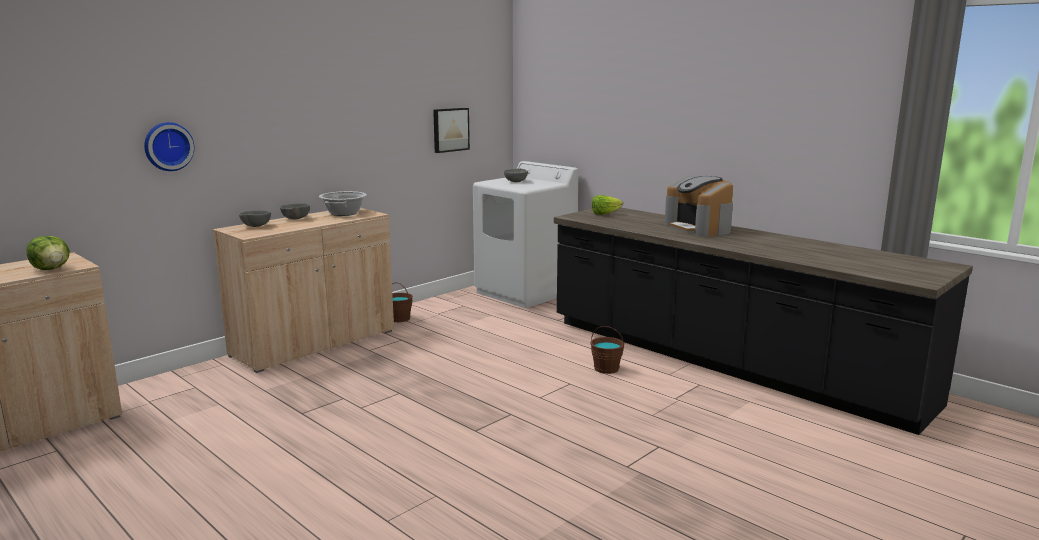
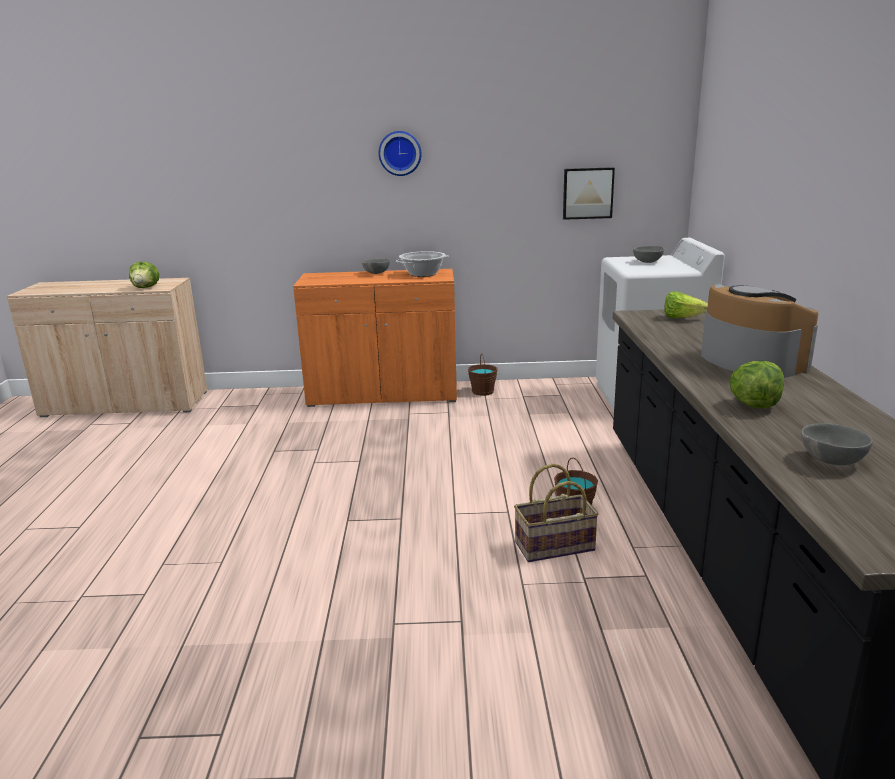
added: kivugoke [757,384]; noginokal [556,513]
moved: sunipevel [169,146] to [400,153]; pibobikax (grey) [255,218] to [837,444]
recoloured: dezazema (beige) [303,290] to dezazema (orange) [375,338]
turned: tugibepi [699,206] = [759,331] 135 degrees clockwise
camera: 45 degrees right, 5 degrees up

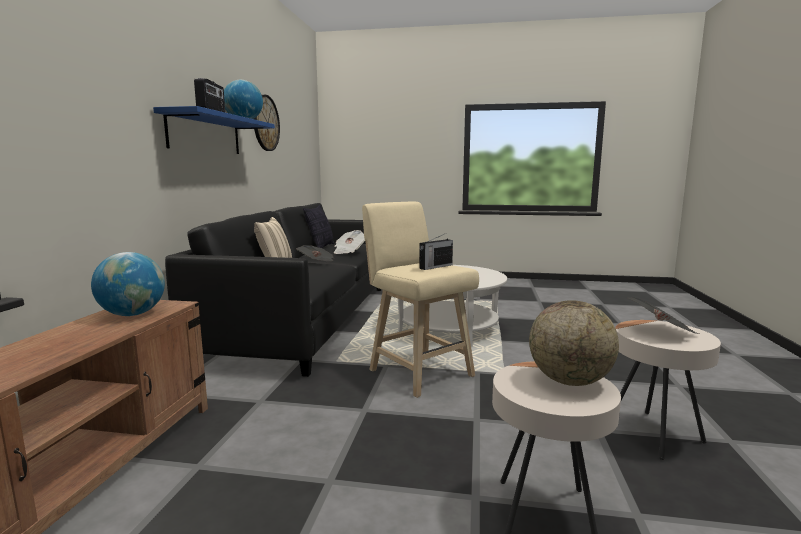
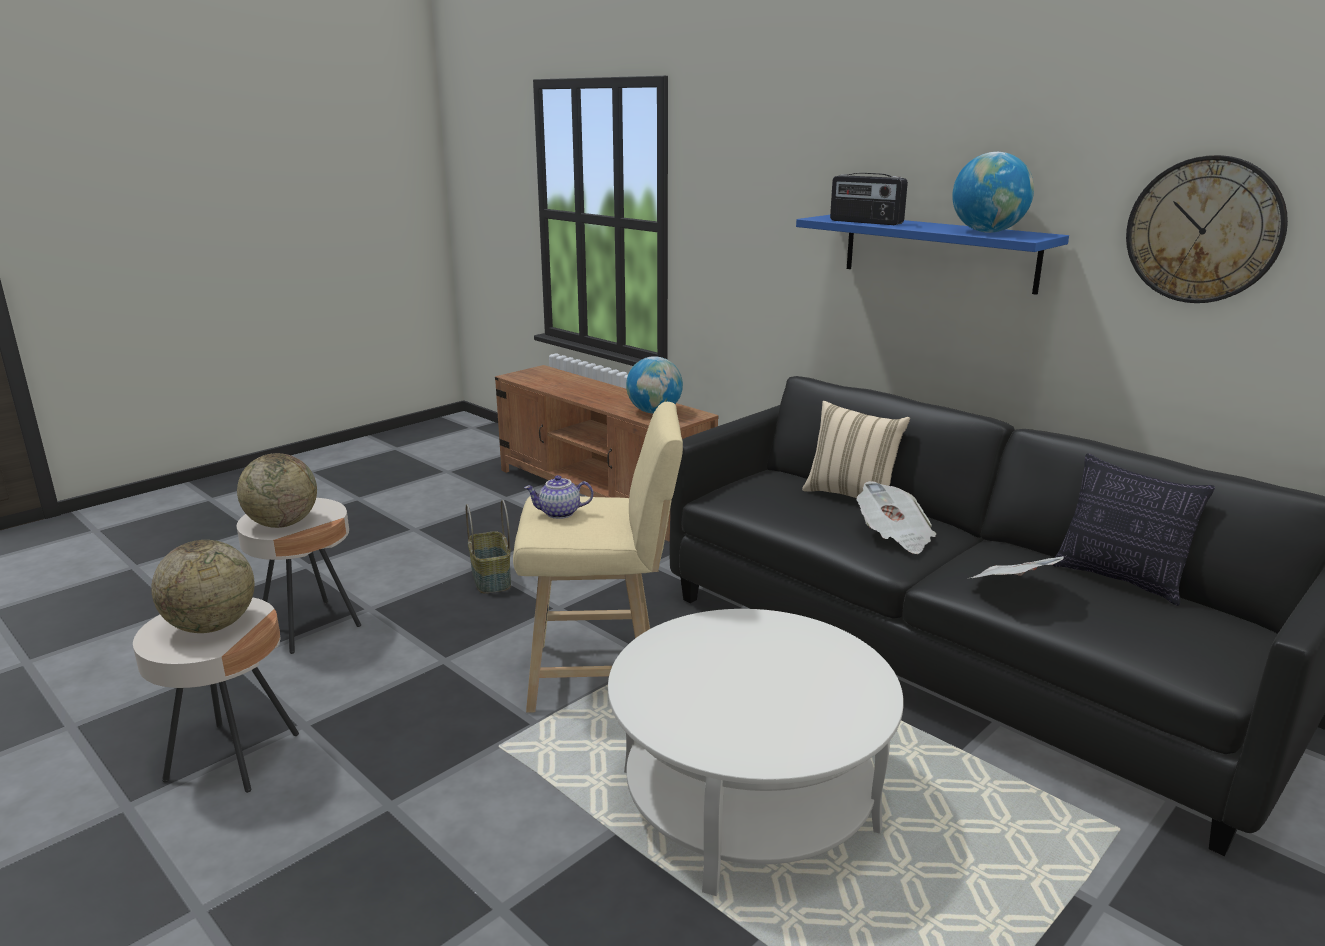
added: noginokal [488,547]
replaced: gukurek [436,251] to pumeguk [558,497]; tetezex [663,315] to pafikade [203,586]
camera: 125 degrees right, 10 degrees up

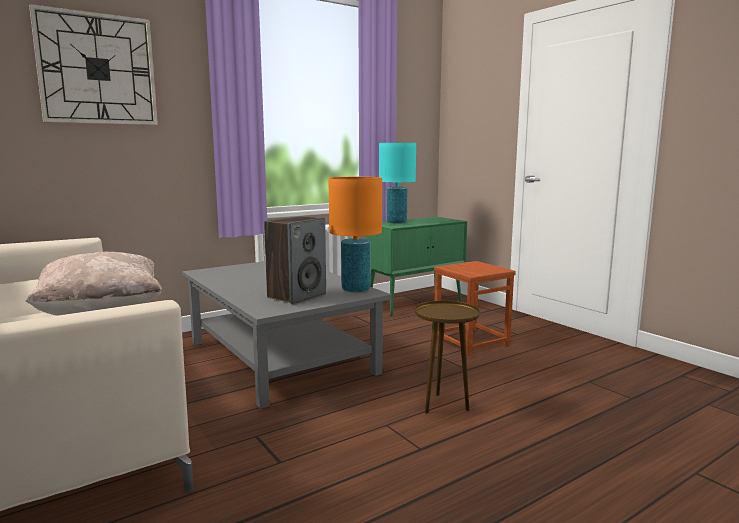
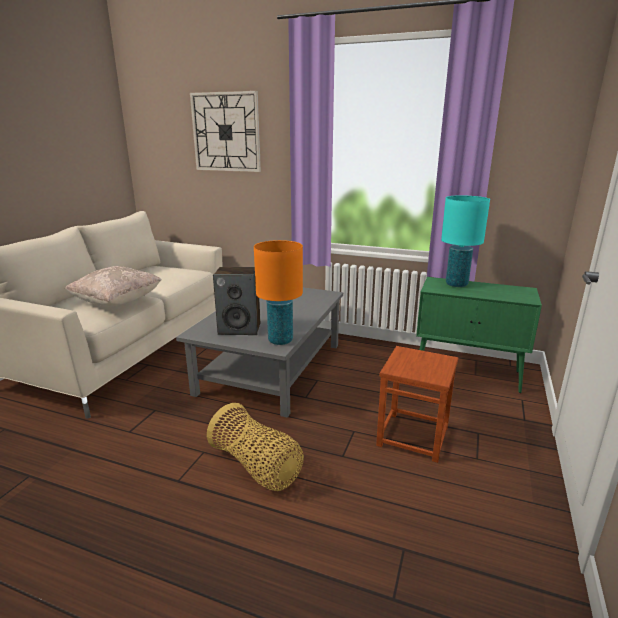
replaced: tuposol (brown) [447,357] to noginokal [255,447]
camera: 55 degrees right, 10 degrees up

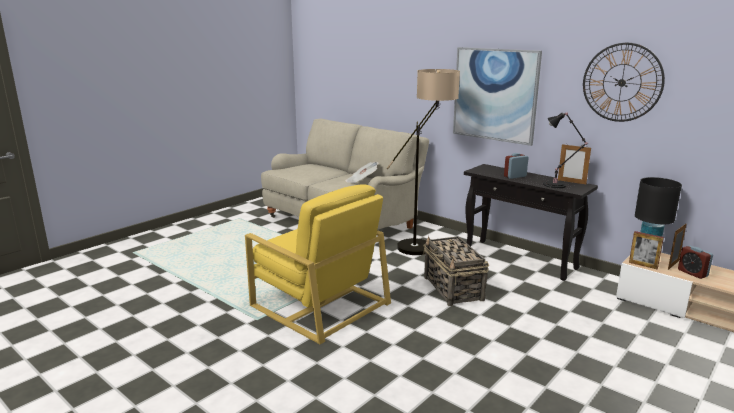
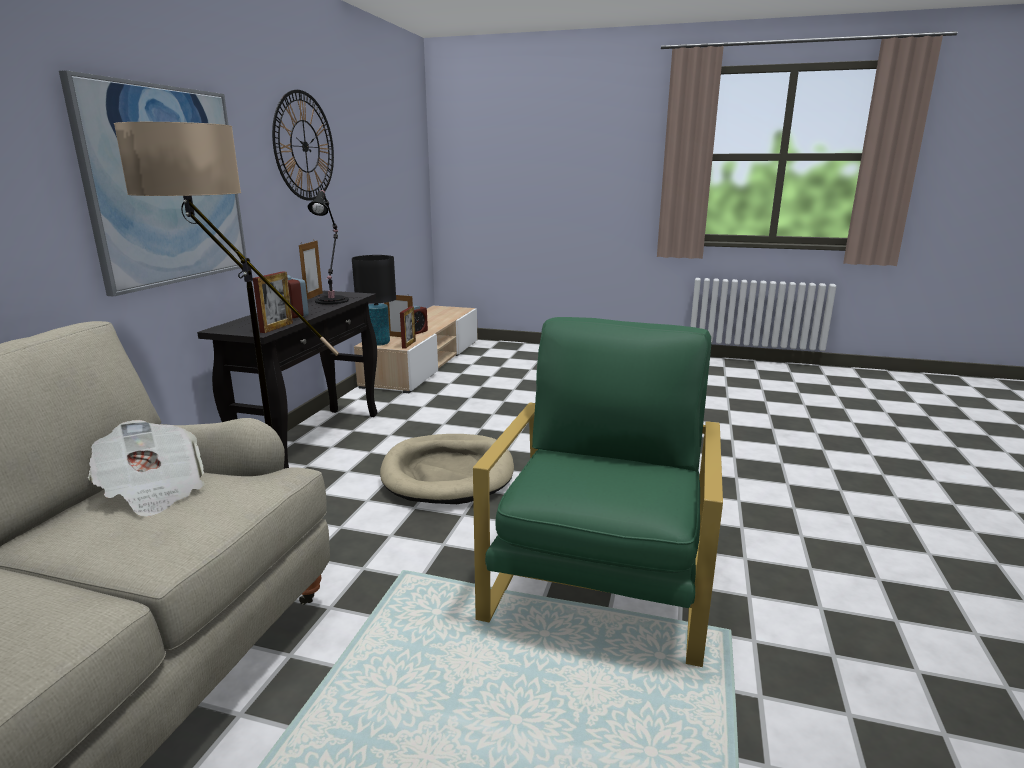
added: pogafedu [273,302]
replaced: noginokal [456,271] to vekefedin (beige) [447,469]
recoloured: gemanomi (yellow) [318,264] to gemanomi (green) [598,492]
camera: 115 degrees left, 0 degrees up

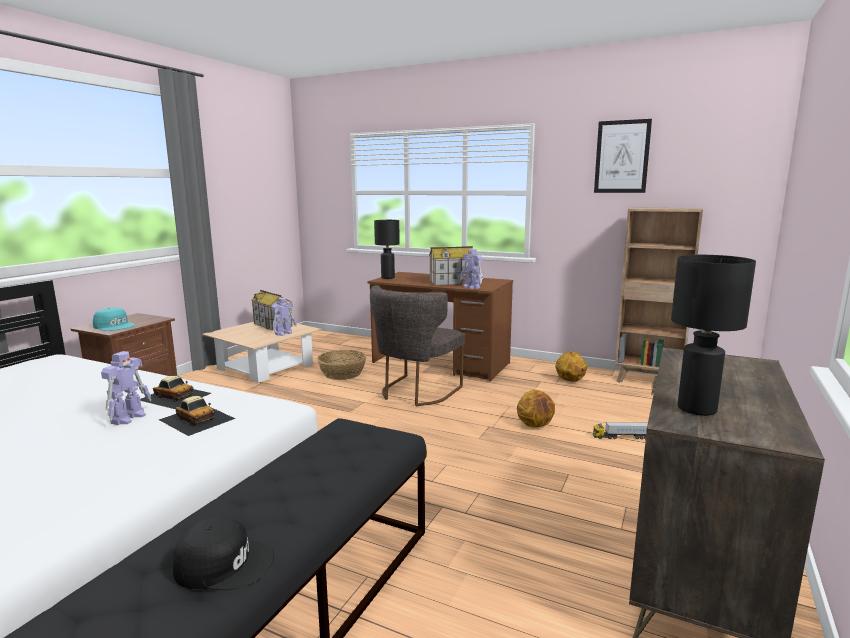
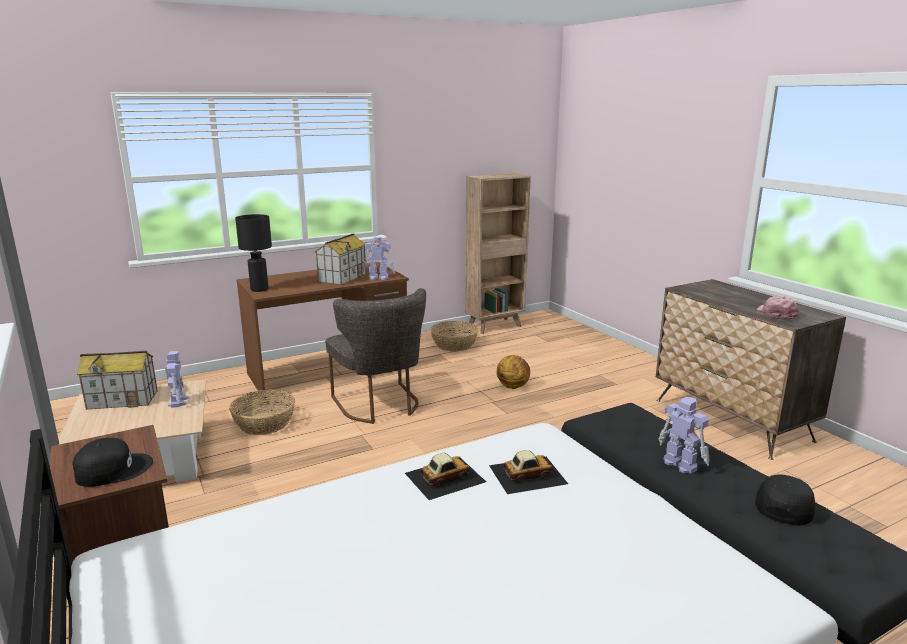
removed: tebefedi [623,156]; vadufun [620,430]
moved: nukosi [126,388] to [684,435]
replaced: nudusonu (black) [713,335] to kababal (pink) [778,307]; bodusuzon [571,366] to noginokal [454,336]
recoloured: kababal (turquoise) [114,319] to kababal (black) [113,462]
camera: 55 degrees left, 5 degrees up

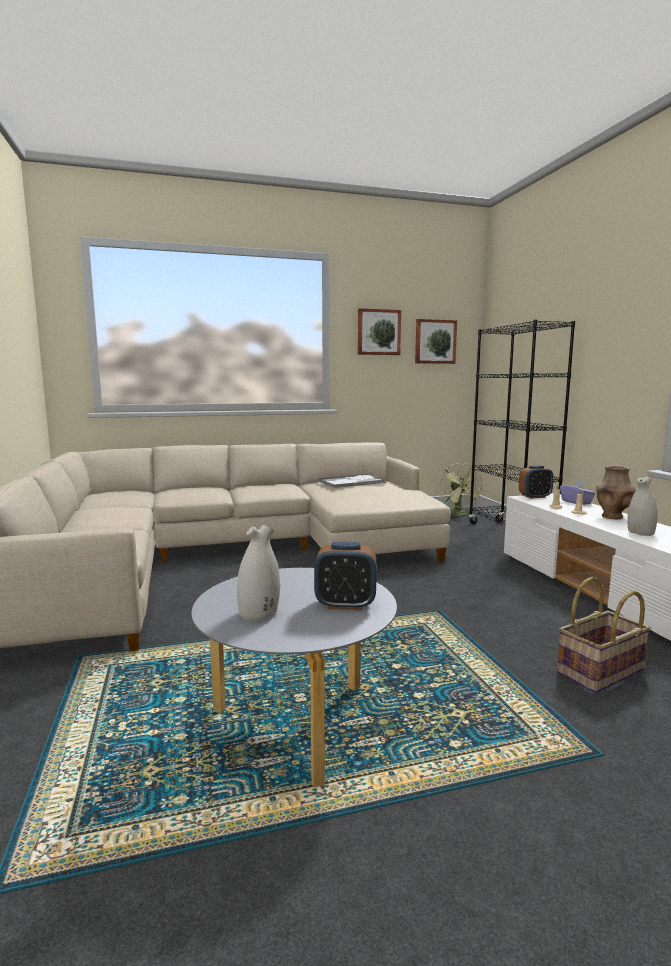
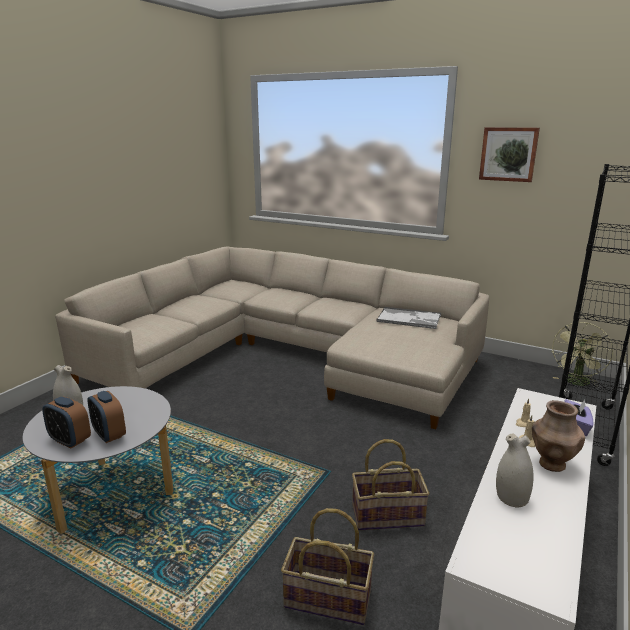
removed: tebefedi [436,341]
added: noginokal [390,484]
moved: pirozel [536,482] to [66,423]
camera: 45 degrees right, 10 degrees up

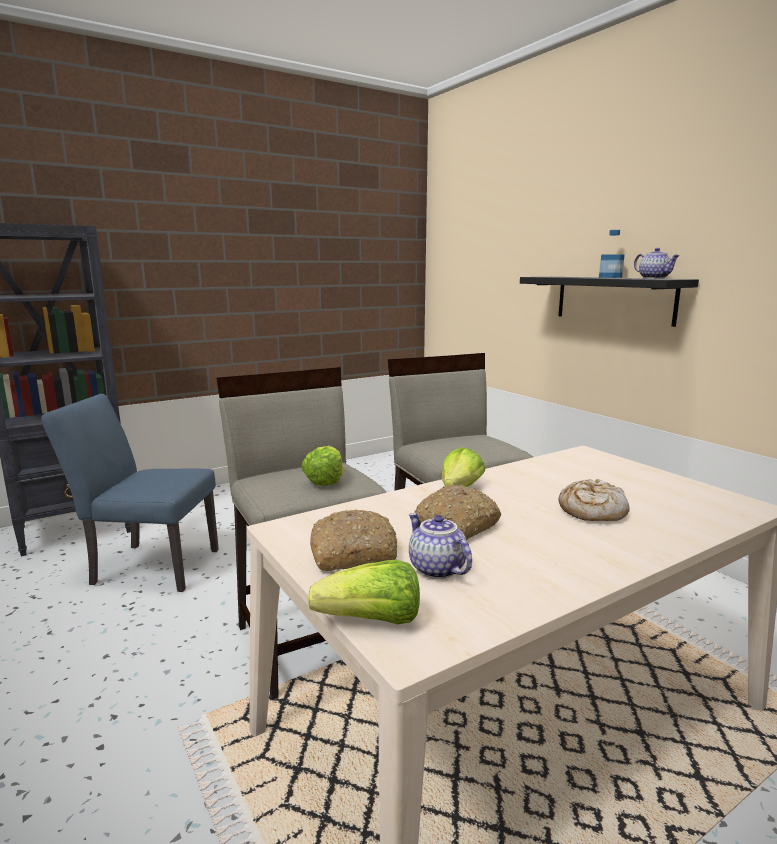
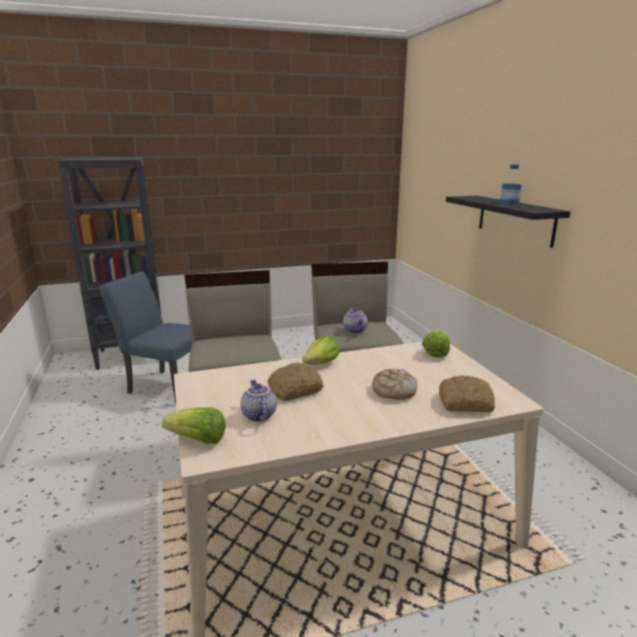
moved: pumeguk [657,263] to [355,320]; kivugoke [322,466] to [436,343]; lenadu [353,540] to [467,394]
camera: 15 degrees right, 5 degrees up

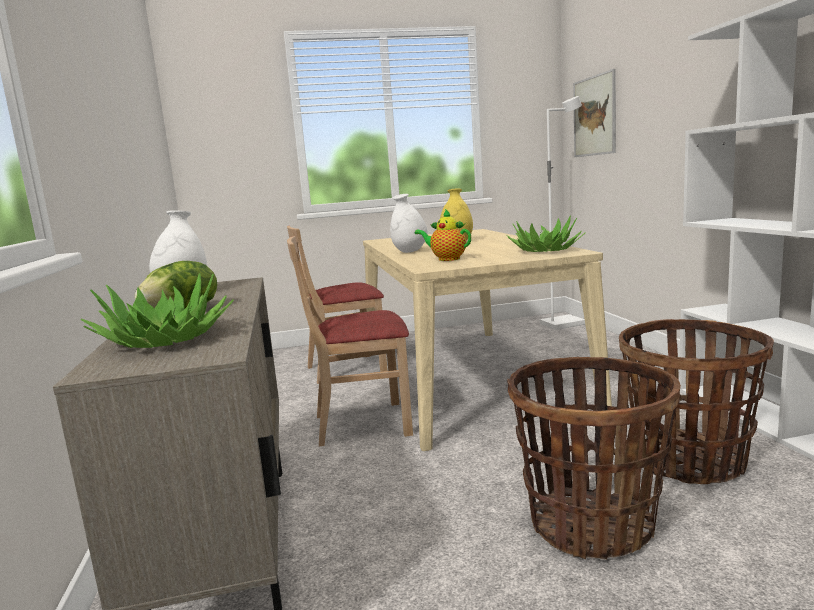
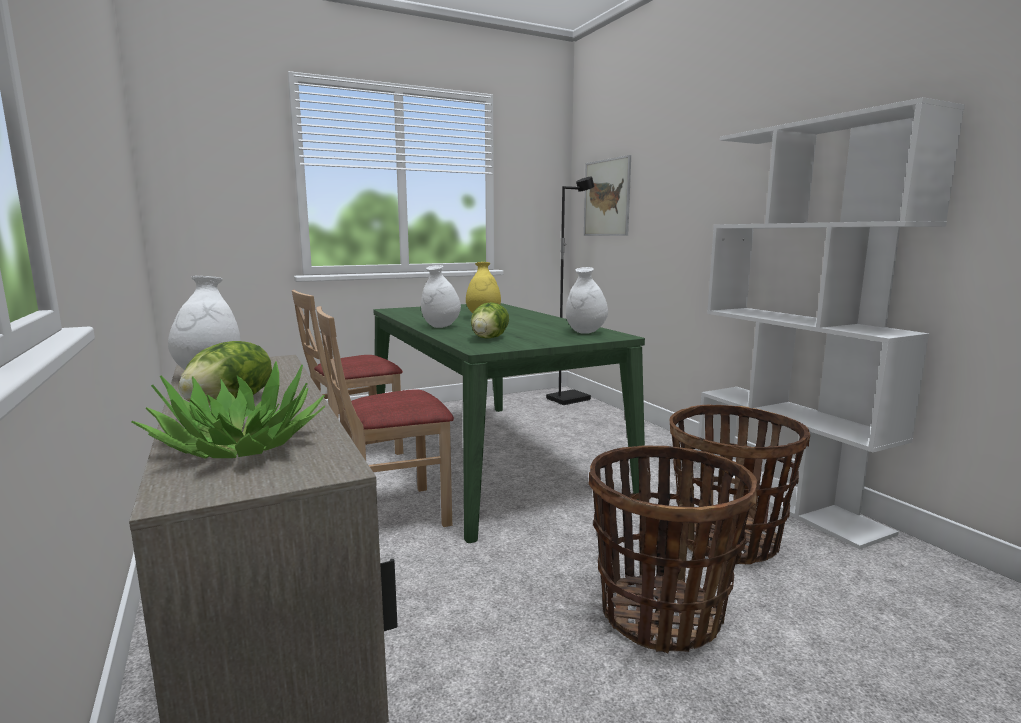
replaced: pumeguk [443,235] to kivugoke [490,320]; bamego [546,233] to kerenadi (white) [587,300]
recoloured: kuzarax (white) [562,213] to kuzarax (black) [570,291]; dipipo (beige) [487,340] to dipipo (green) [509,423]
camera: 15 degrees left, 0 degrees up

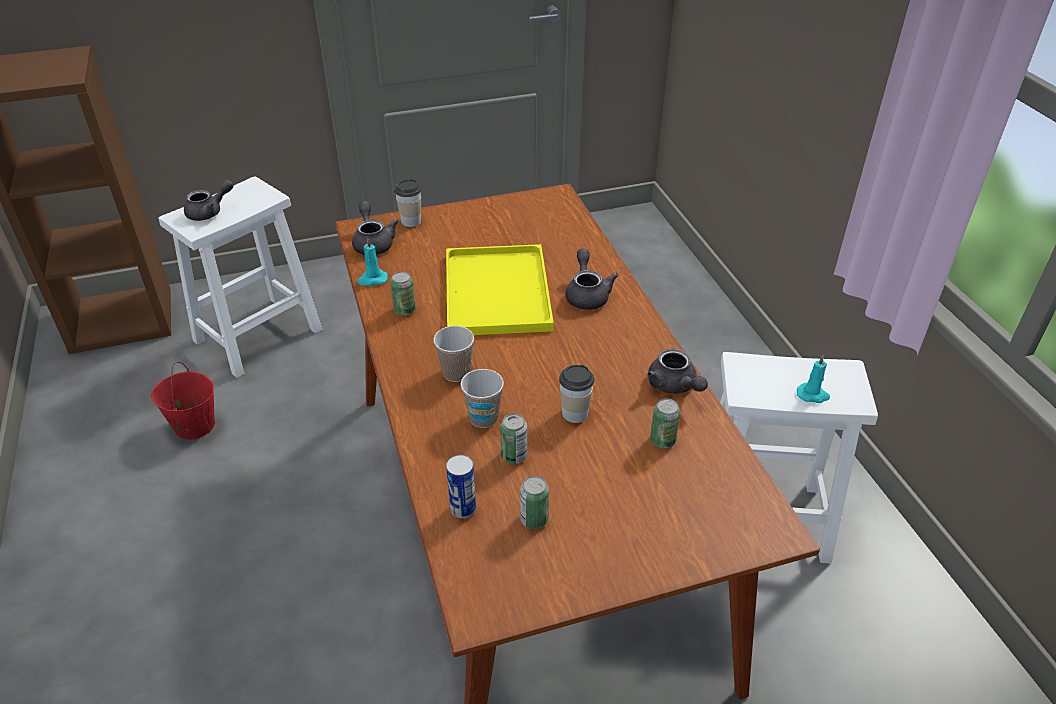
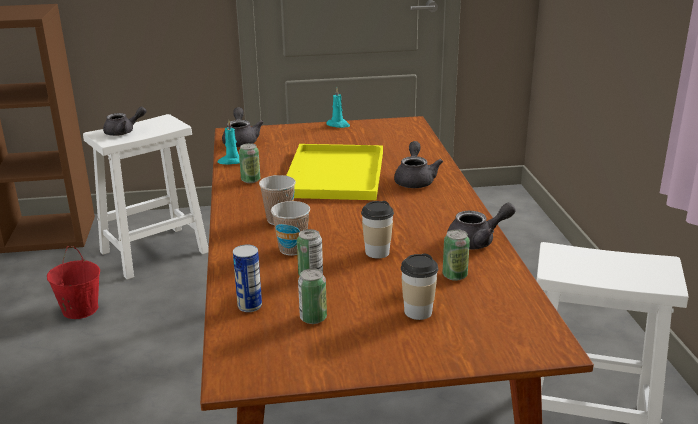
moved: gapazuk [407,203] to [419,287]; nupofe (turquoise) [813,379] to [338,108]
turned: pumeguk (grey) [677,371] = [481,226] 90 degrees counterclockwise
camera: 10 degrees right, 15 degrees down

